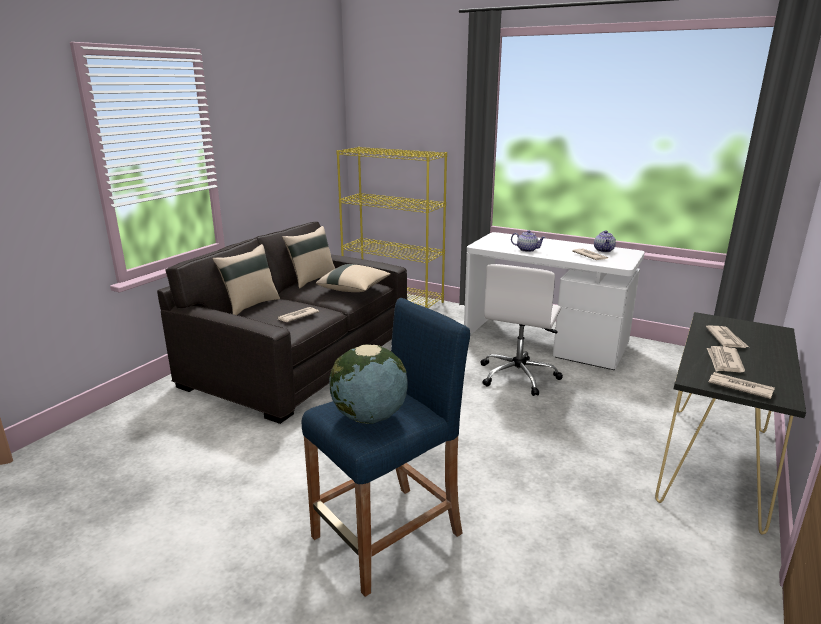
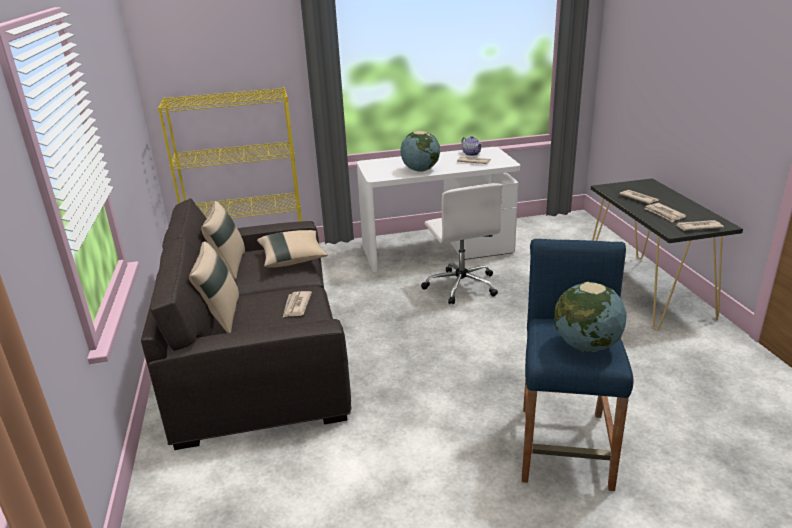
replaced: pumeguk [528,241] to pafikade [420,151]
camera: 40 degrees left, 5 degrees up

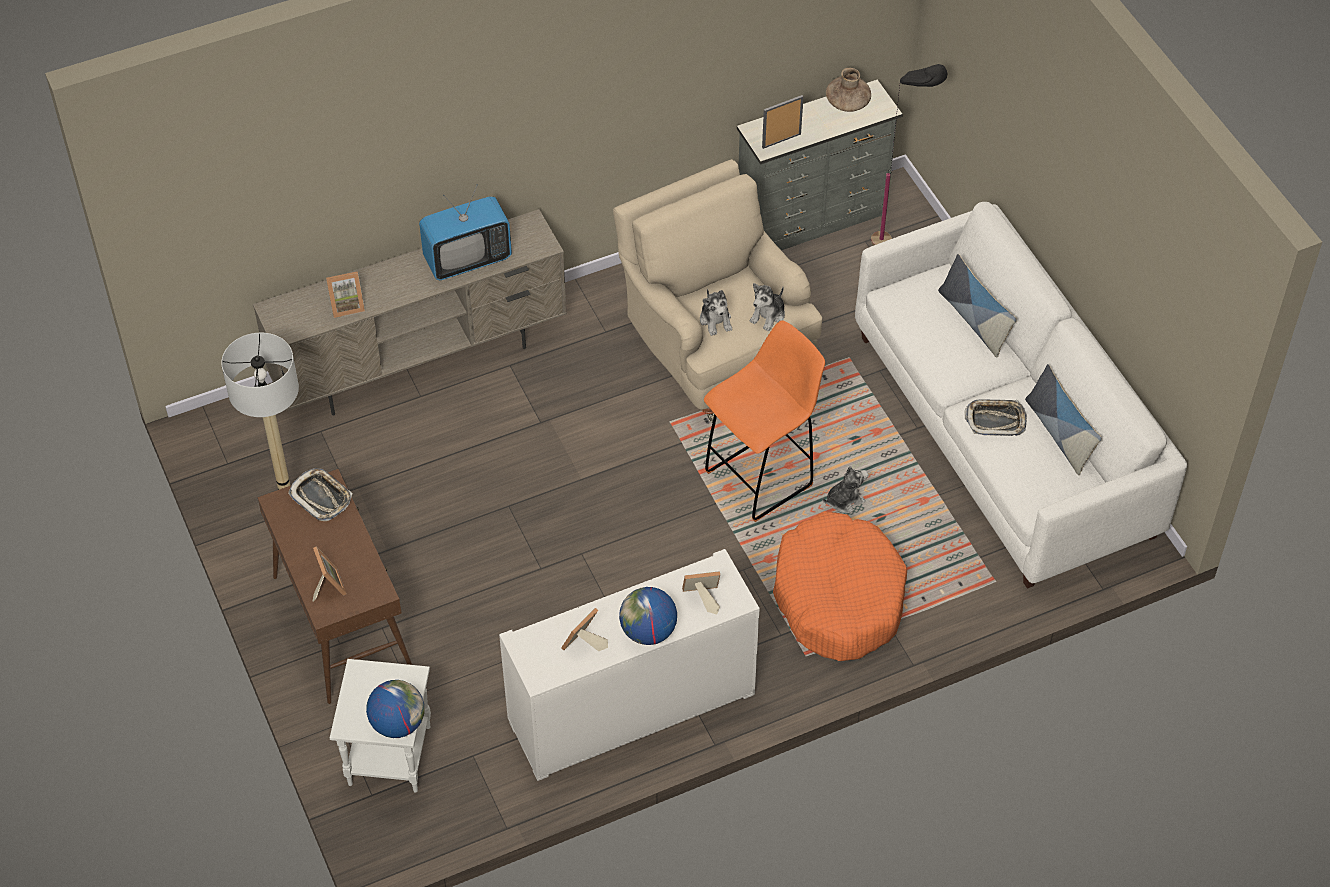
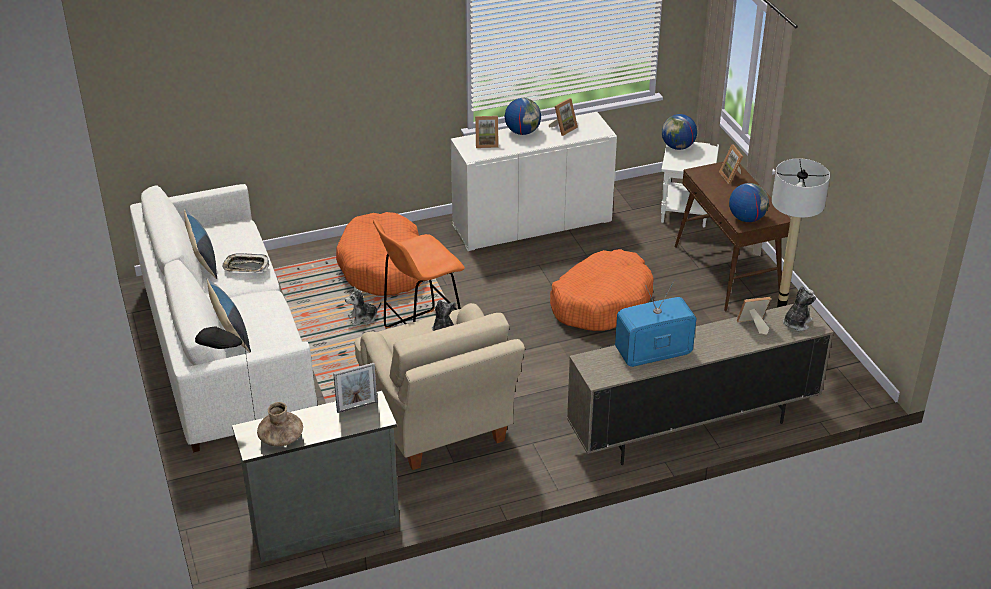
added: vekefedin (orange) [602,290]
moved: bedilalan [767,307] to [799,308]
replaced: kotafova [320,494] to pafikade [749,202]
camera: 175 degrees left, 15 degrees down

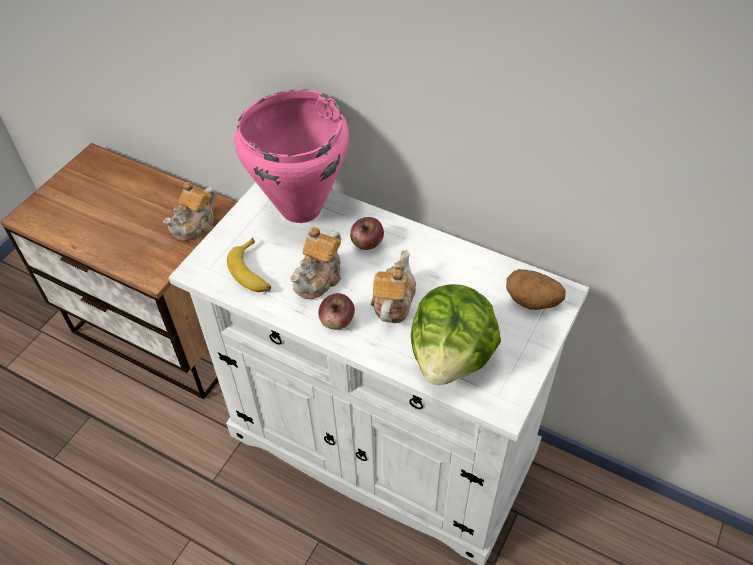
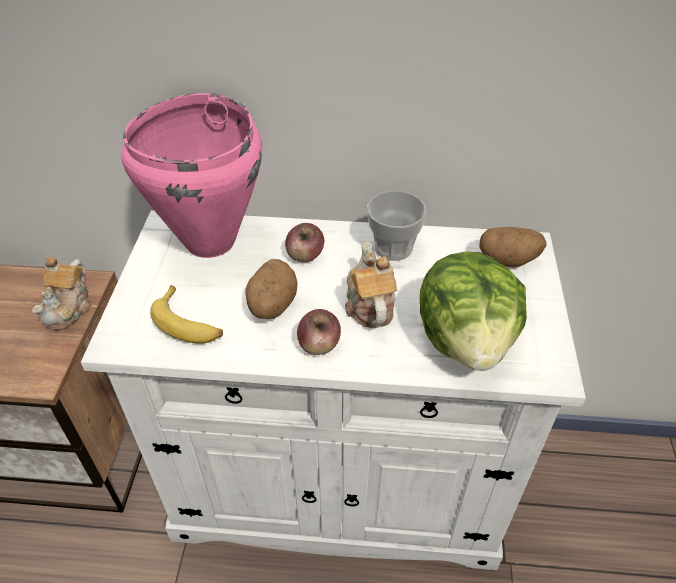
added: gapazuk [397,226]
replaced: pumeguk [315,263] to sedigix [271,289]
camera: 25 degrees left, 5 degrees down

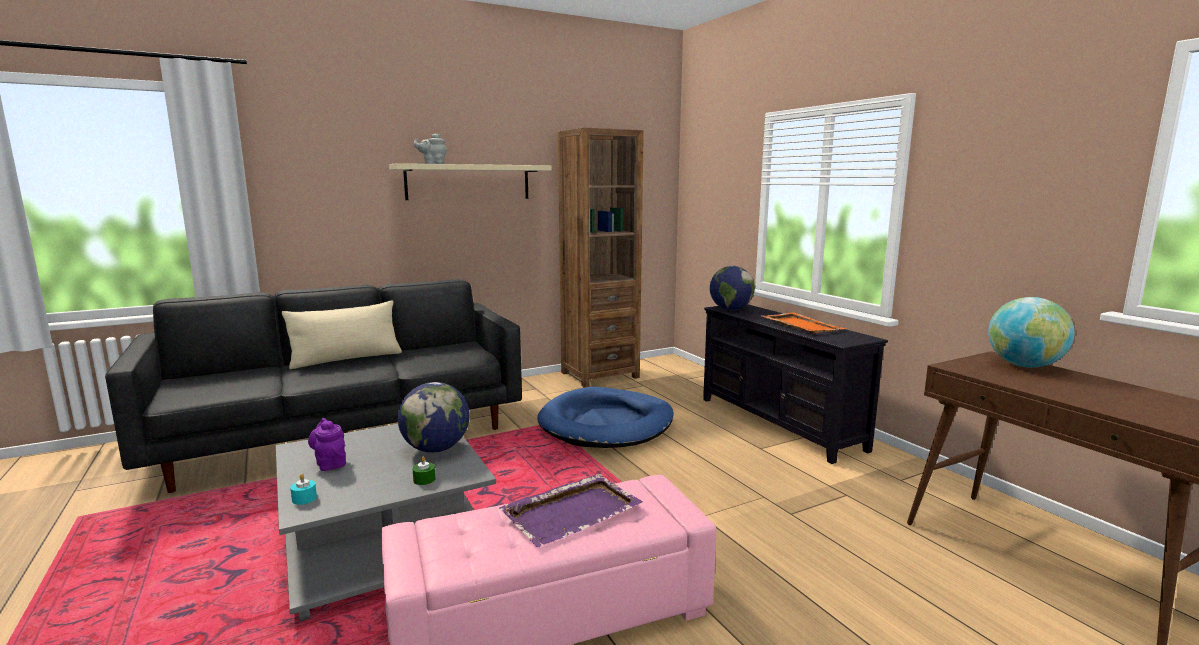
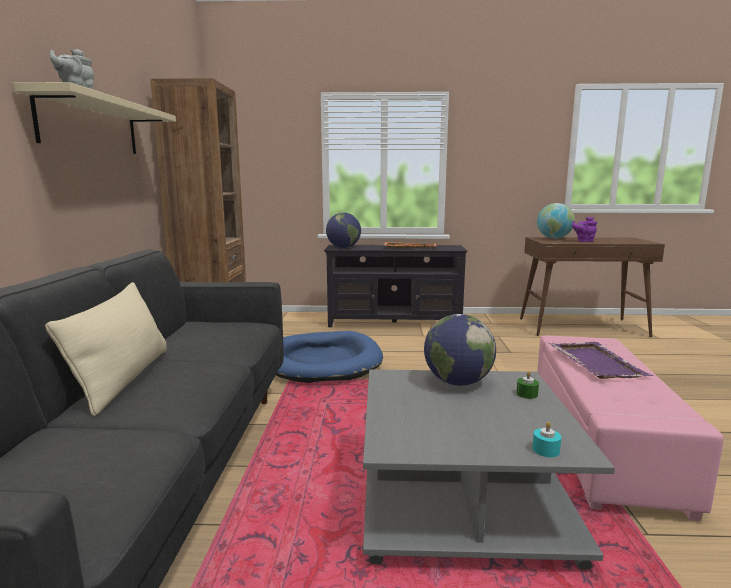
moved: pumeguk (purple) [327,444] to [584,229]
camera: 60 degrees left, 0 degrees up

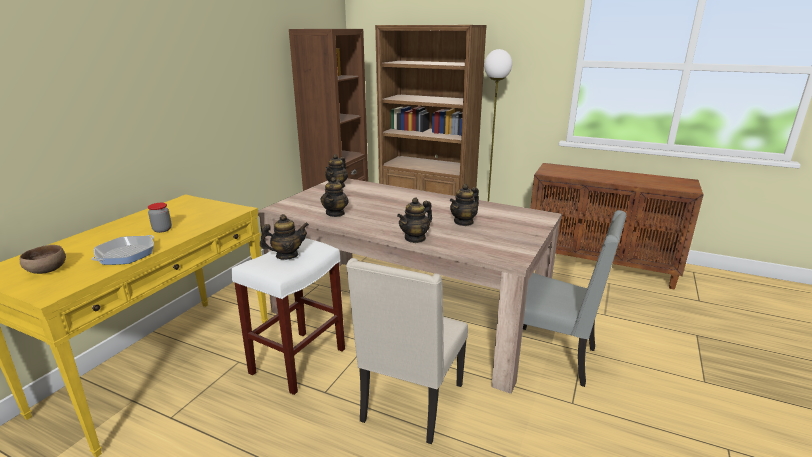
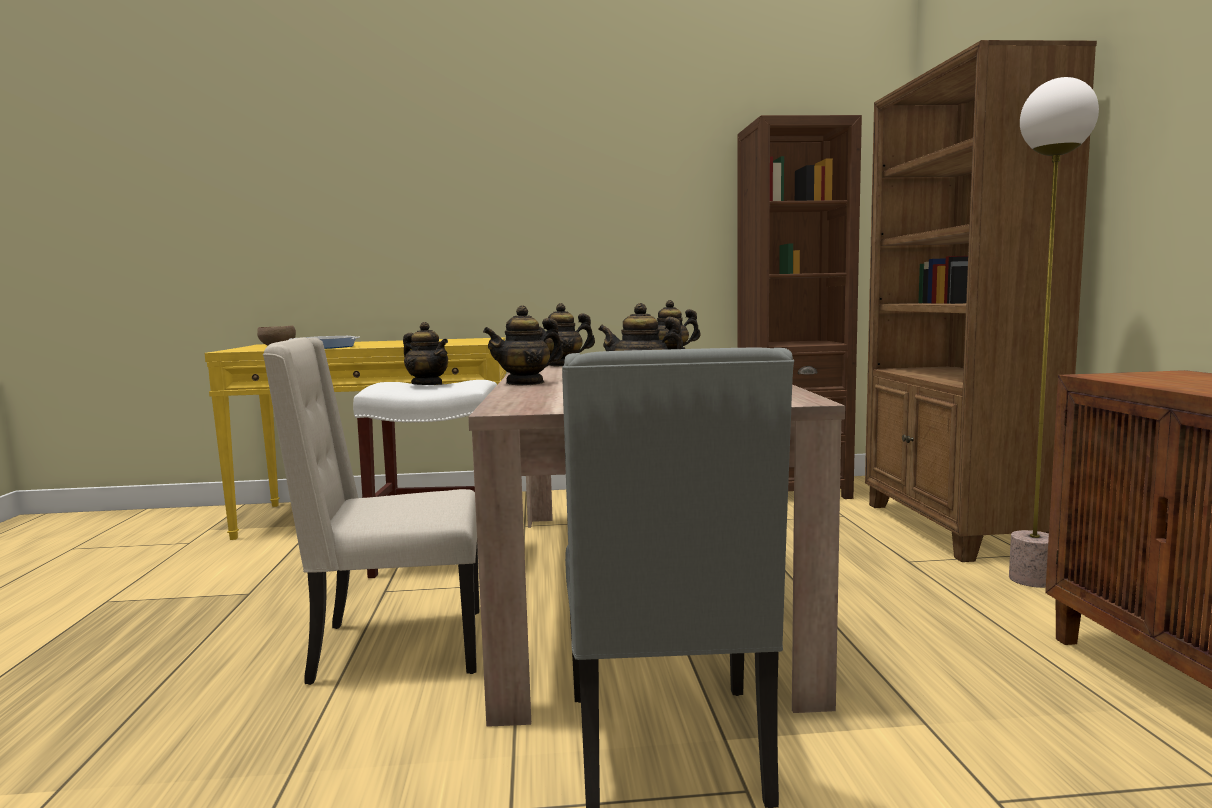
removed: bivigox [160,218]
turned: pumeguk [414,220] = [523,345] 45 degrees counterclockwise
camera: 60 degrees right, 15 degrees down

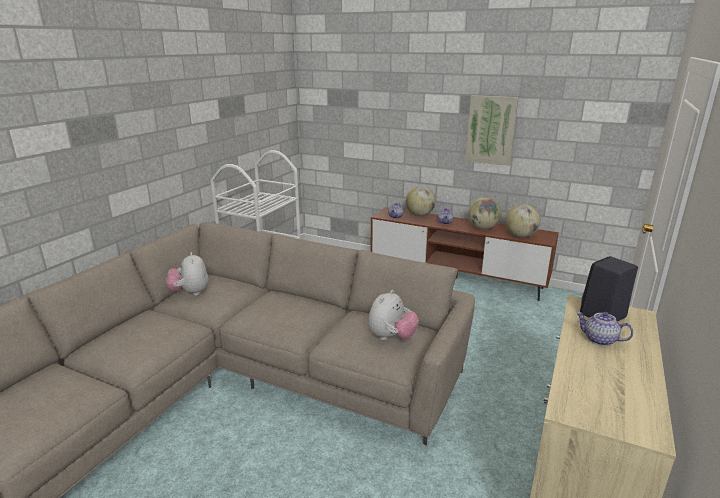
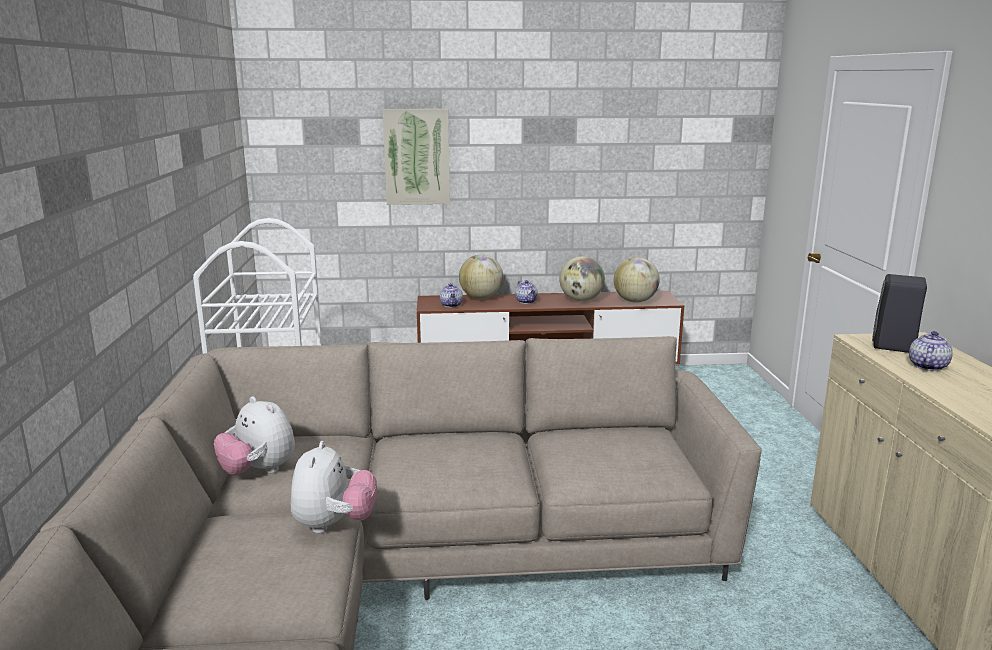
moved: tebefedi [492,130] to [416,157]; bedilalan [393,315] to [334,487]
turned: pumeguk [604,329] = [931,351] 120 degrees clockwise
camera: 30 degrees left, 5 degrees down

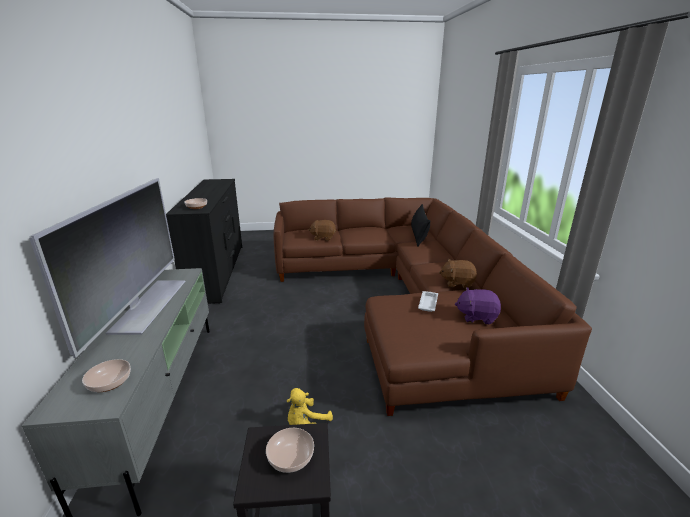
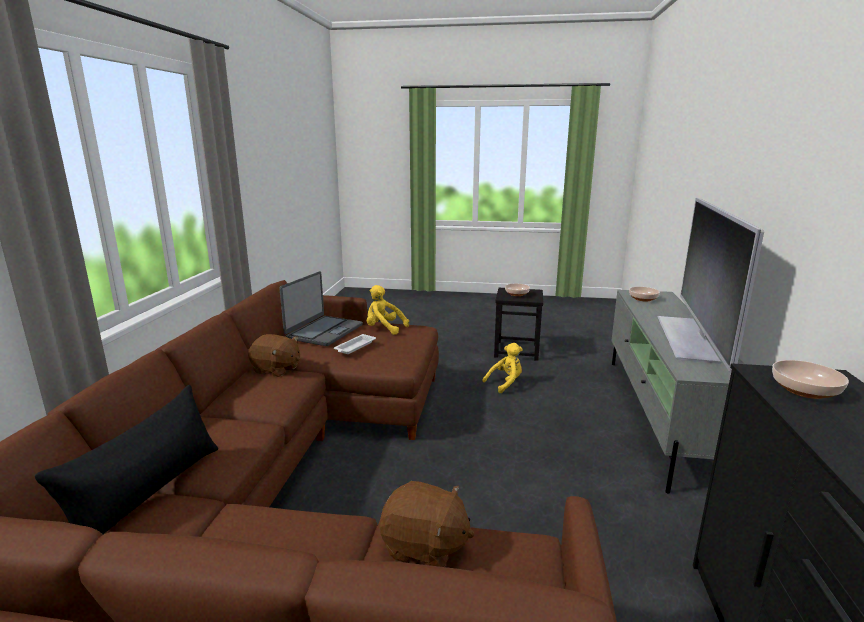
added: bedilalan (yellow) [388,310]
replaced: bedilalan (purple) [478,306] to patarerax [321,308]
camera: 165 degrees left, 5 degrees down

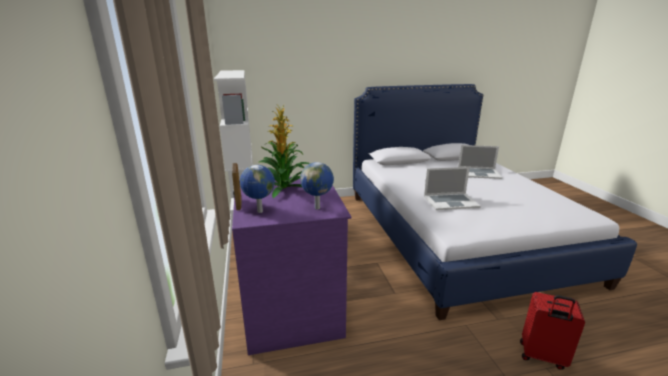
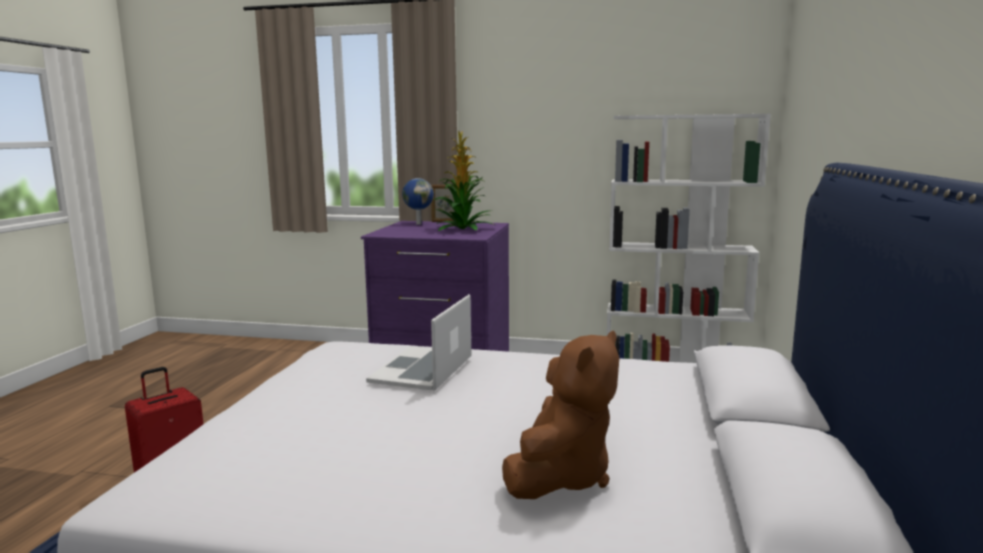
removed: pafikade [317,186]
replaced: patarerax [480,162] to bedilalan (brown) [560,415]
camera: 115 degrees right, 10 degrees down

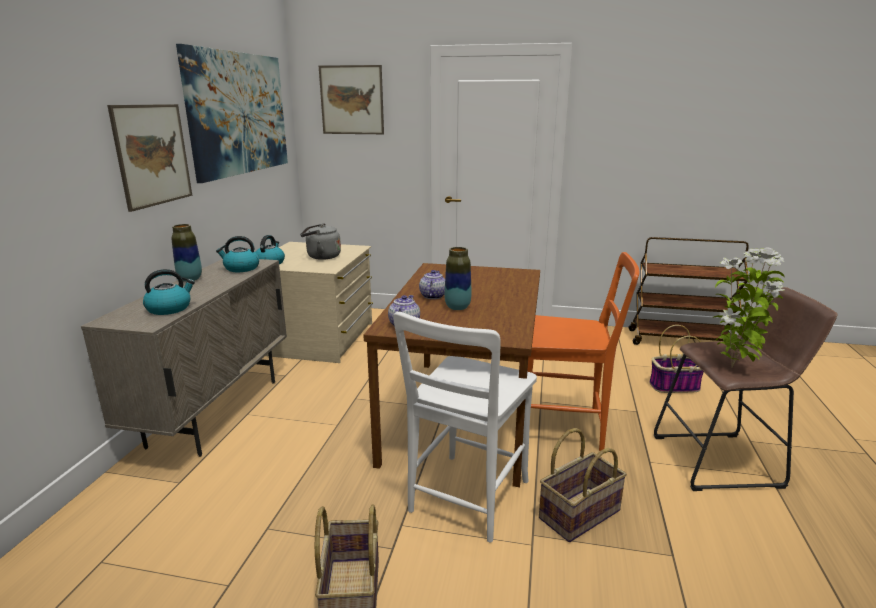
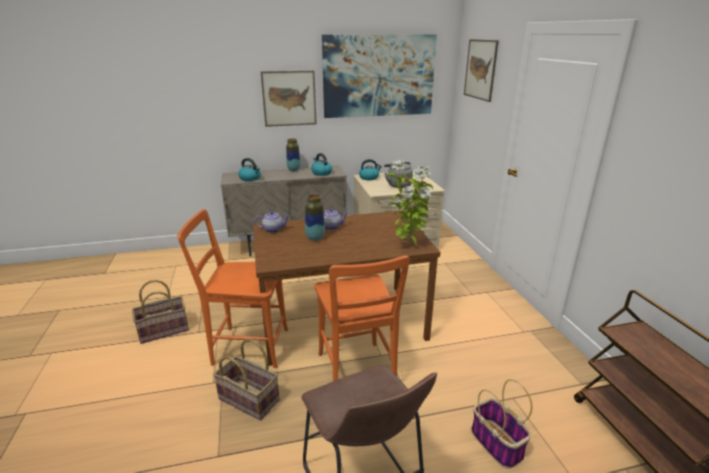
moved: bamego [749,307] to [409,203]
recoloured: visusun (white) [465,427] to visusun (orange) [232,288]
camera: 65 degrees right, 5 degrees up

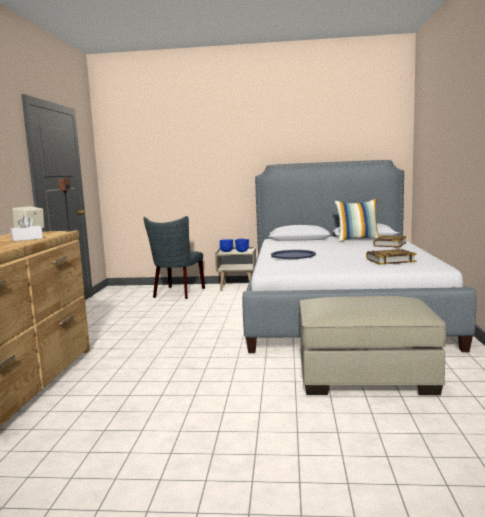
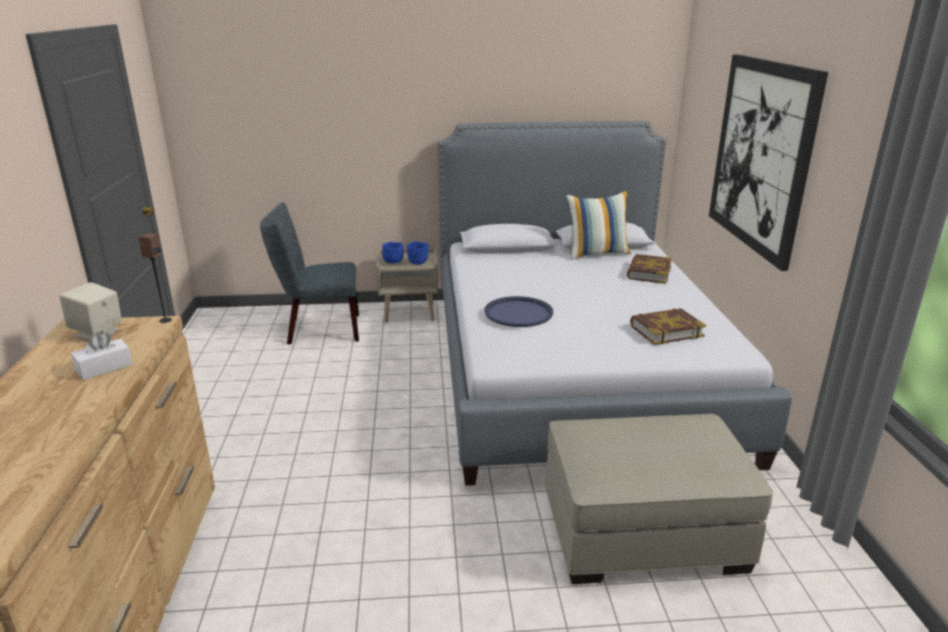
added: tebefedi [768,162]
turned: visusun (grey) [174,257] = [309,273] 75 degrees clockwise
camera: 10 degrees left, 15 degrees up

